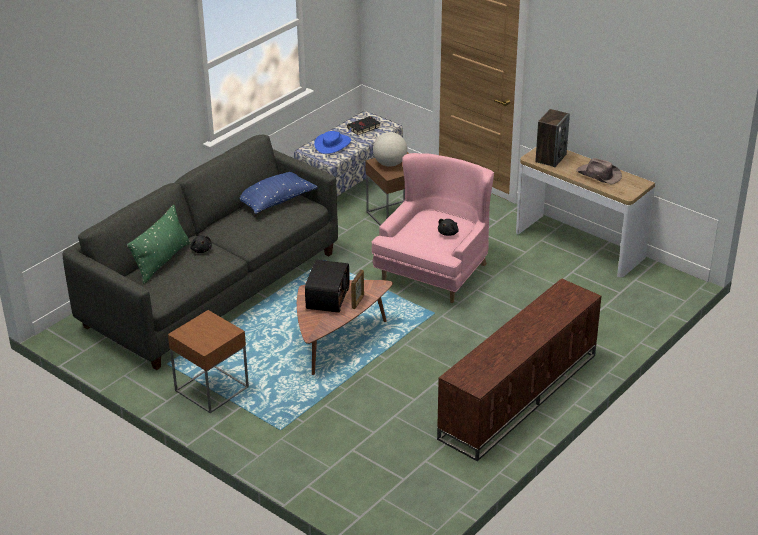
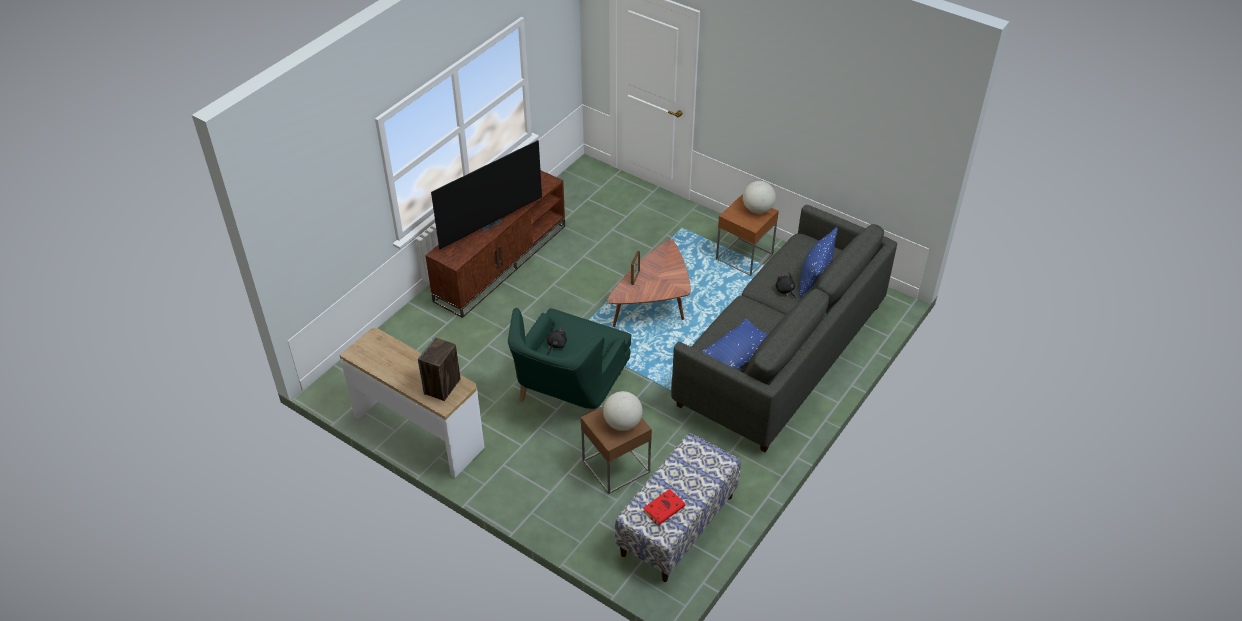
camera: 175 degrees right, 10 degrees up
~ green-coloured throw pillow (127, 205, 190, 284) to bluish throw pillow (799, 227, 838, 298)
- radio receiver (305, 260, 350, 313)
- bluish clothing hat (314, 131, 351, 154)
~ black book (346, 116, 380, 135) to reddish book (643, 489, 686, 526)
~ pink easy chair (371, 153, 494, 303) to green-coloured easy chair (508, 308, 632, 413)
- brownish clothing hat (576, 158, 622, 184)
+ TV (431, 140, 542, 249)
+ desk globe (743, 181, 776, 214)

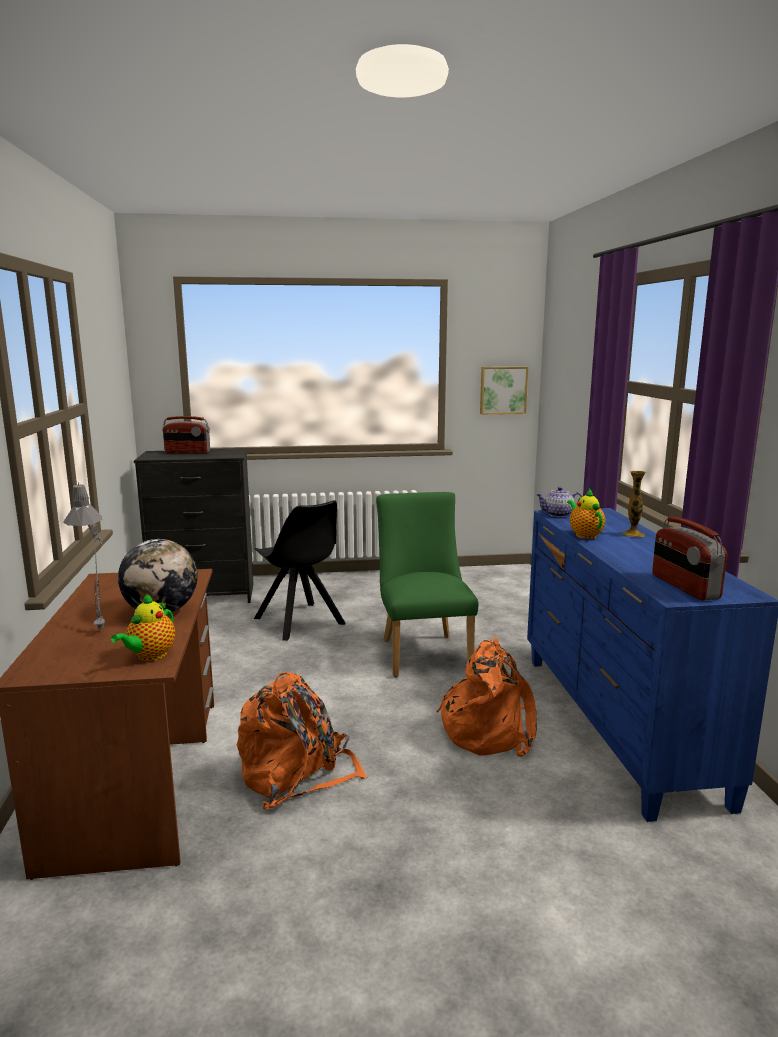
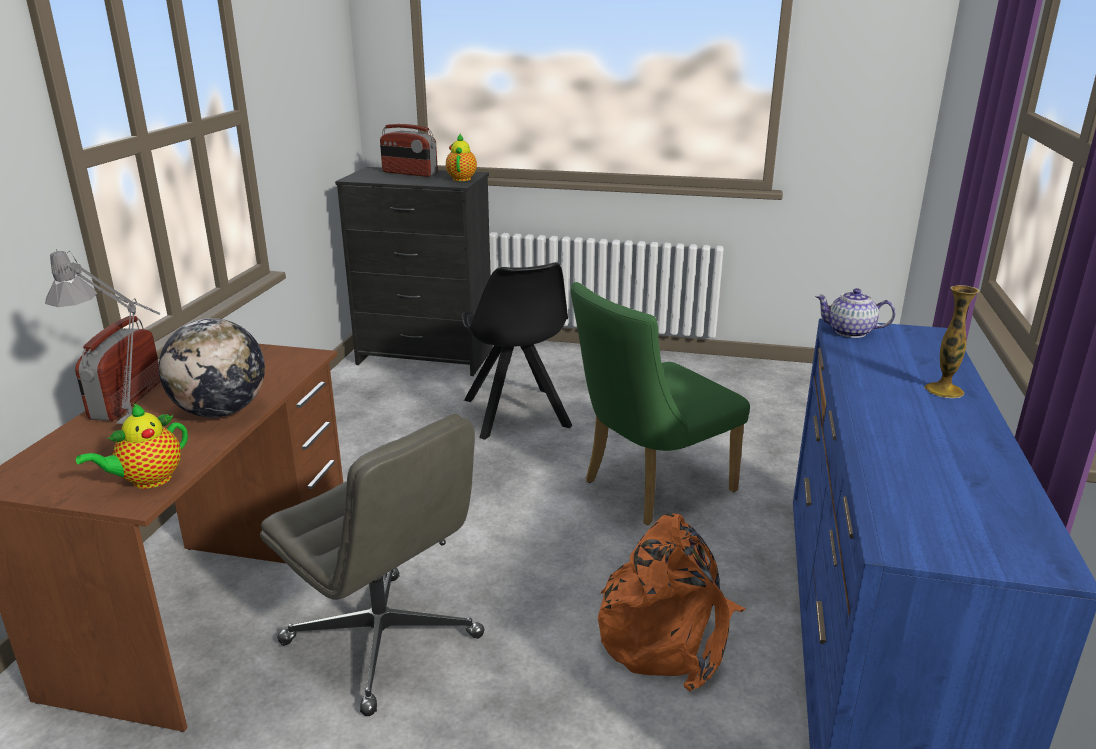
camera: 20 degrees right, 10 degrees up
~ orange rucksack (237, 672, 367, 809) to grey office chair (260, 414, 485, 716)
~ green-coloured chair (376, 492, 478, 677) = (571, 282, 750, 525) 135 degrees counterclockwise
- picture (480, 367, 528, 414)
~ tea pot (567, 488, 606, 539) to (446, 133, 477, 181)
~ radio receiver (652, 517, 727, 601) to (75, 316, 161, 421)

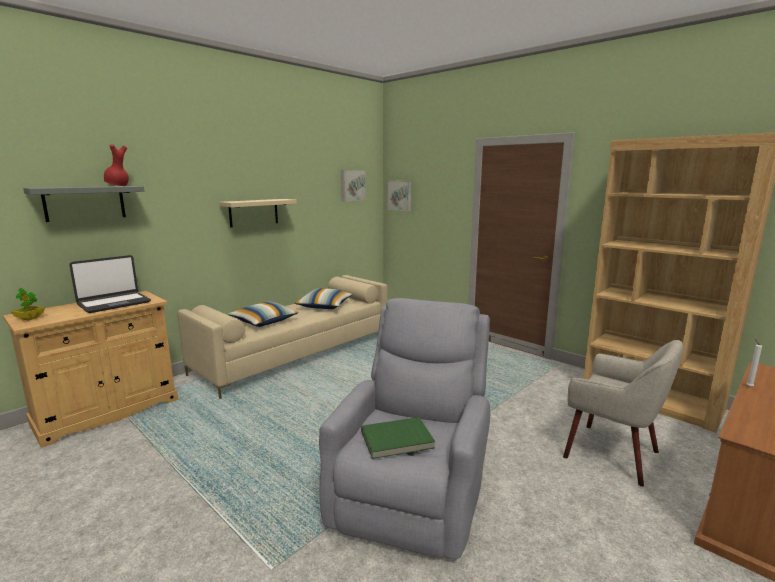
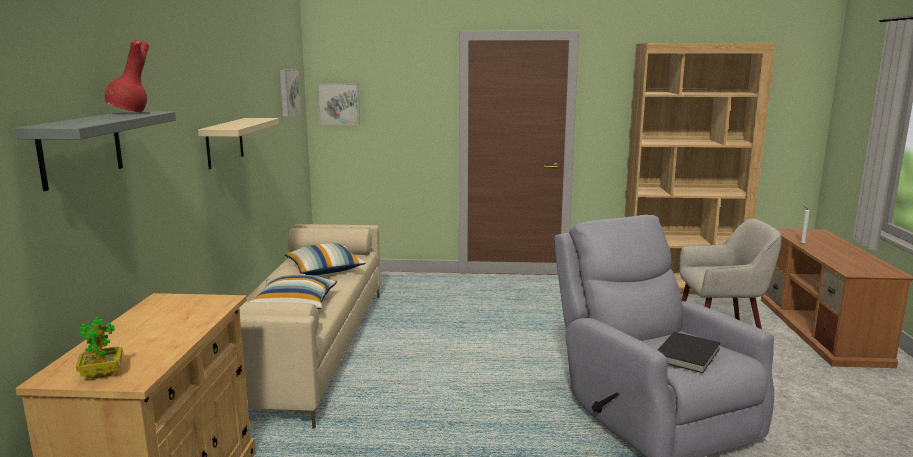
camera: 40 degrees left, 0 degrees up
- notebook computer (69, 255, 151, 313)
~ green-coloured book (361, 417, 435, 459) to black book (658, 332, 721, 373)

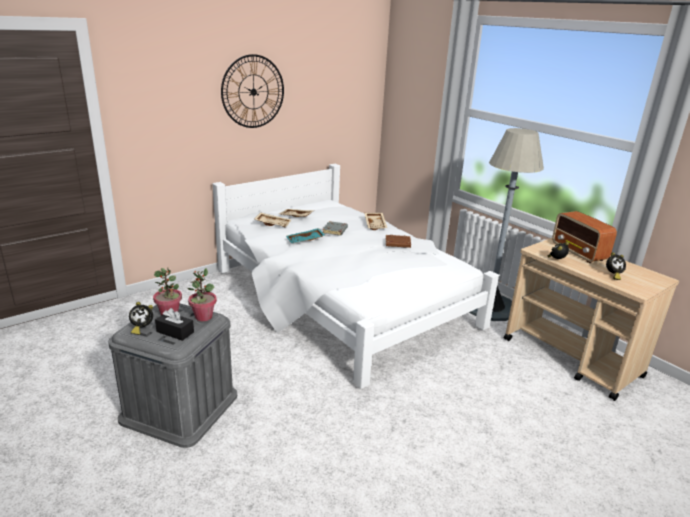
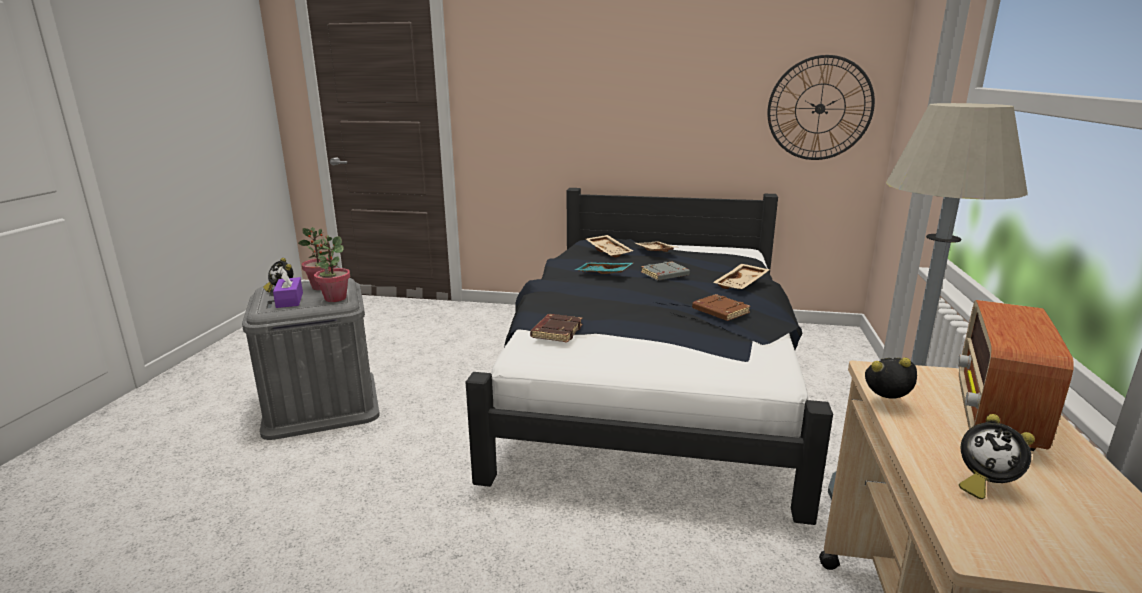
camera: 50 degrees right, 5 degrees down
~ black tissue holder (155, 308, 194, 341) to purple-coloured tissue holder (273, 268, 303, 308)
~ white sleeping bed (213, 164, 499, 389) to black sleeping bed (466, 188, 833, 525)
~ hanging clock (221, 54, 284, 128) to (767, 55, 875, 160)
+ brownish book (530, 314, 583, 343)

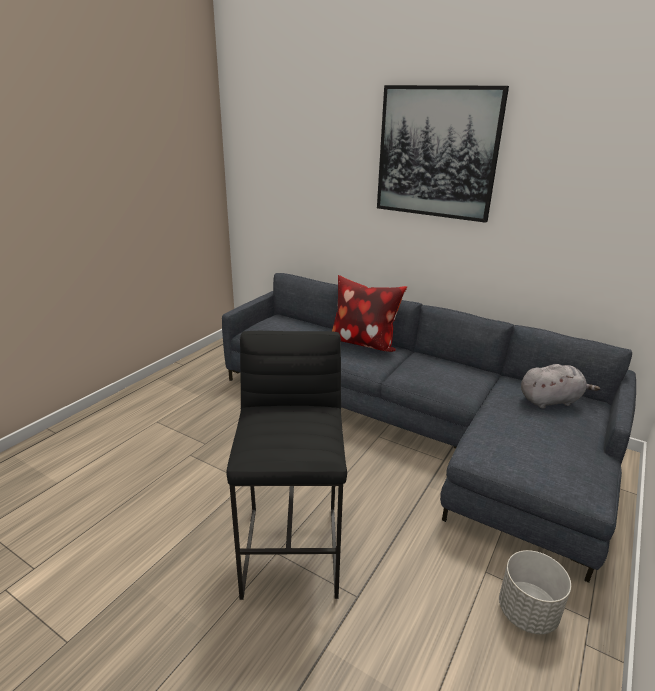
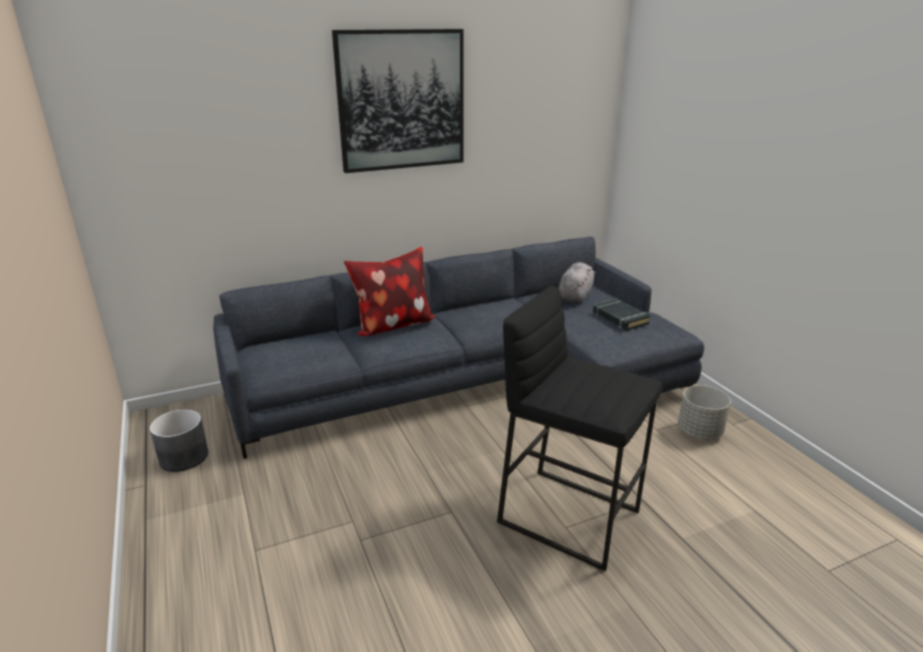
camera: 55 degrees left, 0 degrees up
+ grey flower pot (150, 409, 208, 472)
+ black book (593, 299, 650, 331)

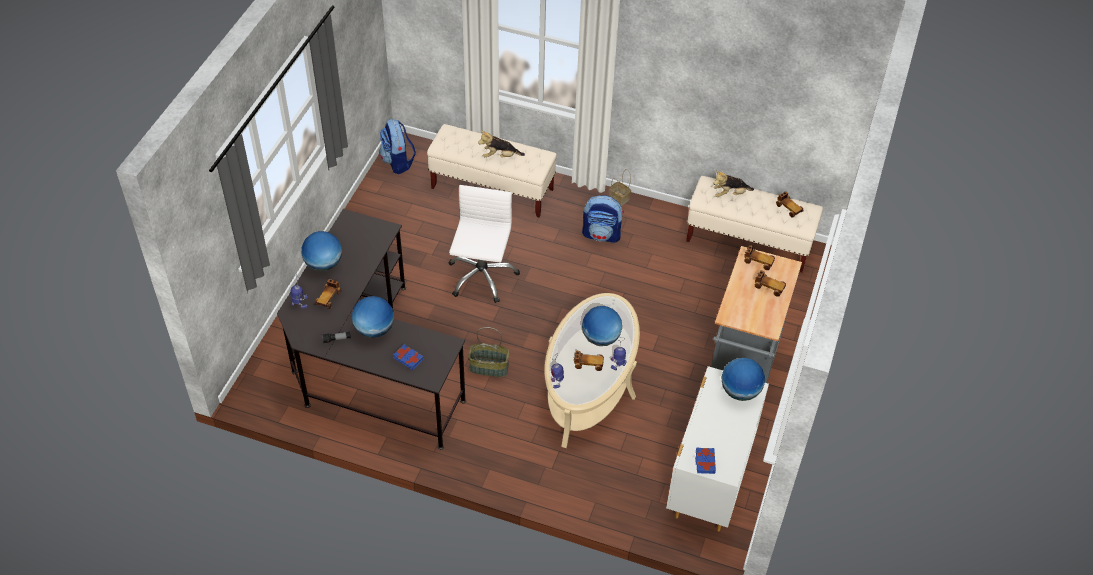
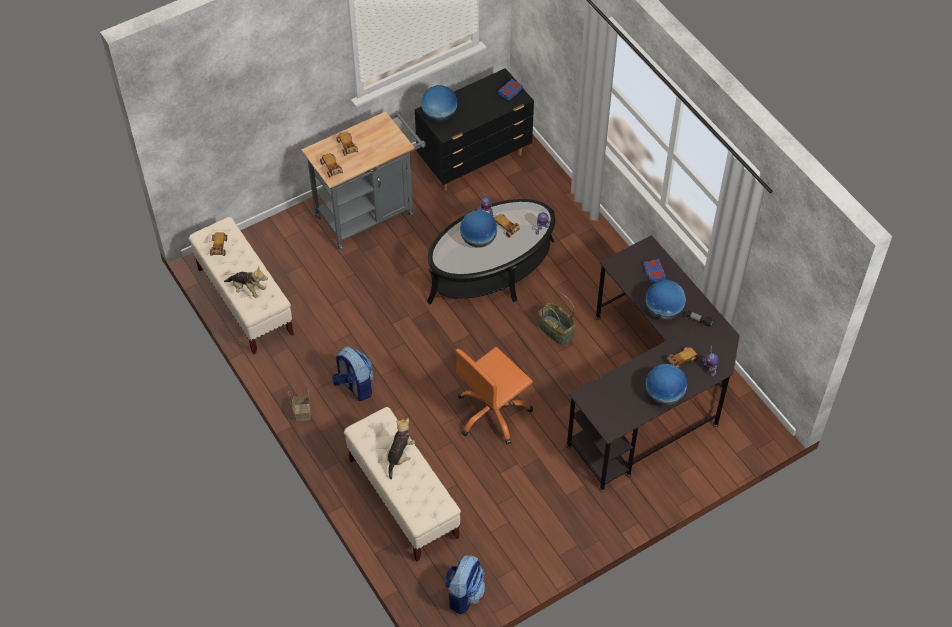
camera: 140 degrees left, 5 degrees up
~ white office chair (448, 185, 520, 303) to orange office chair (456, 347, 533, 444)
~ plush toy (478, 131, 525, 158) = (386, 418, 415, 479) 105 degrees counterclockwise
~ beige low table (545, 293, 640, 448) to black low table (427, 199, 555, 305)
~ white dresser (666, 366, 769, 532) to black dresser (415, 68, 534, 191)

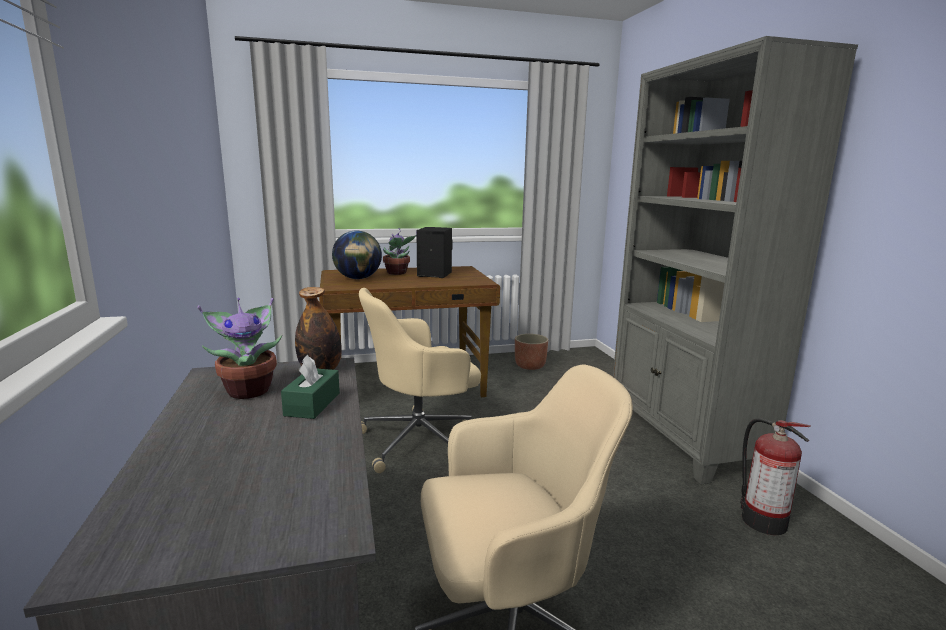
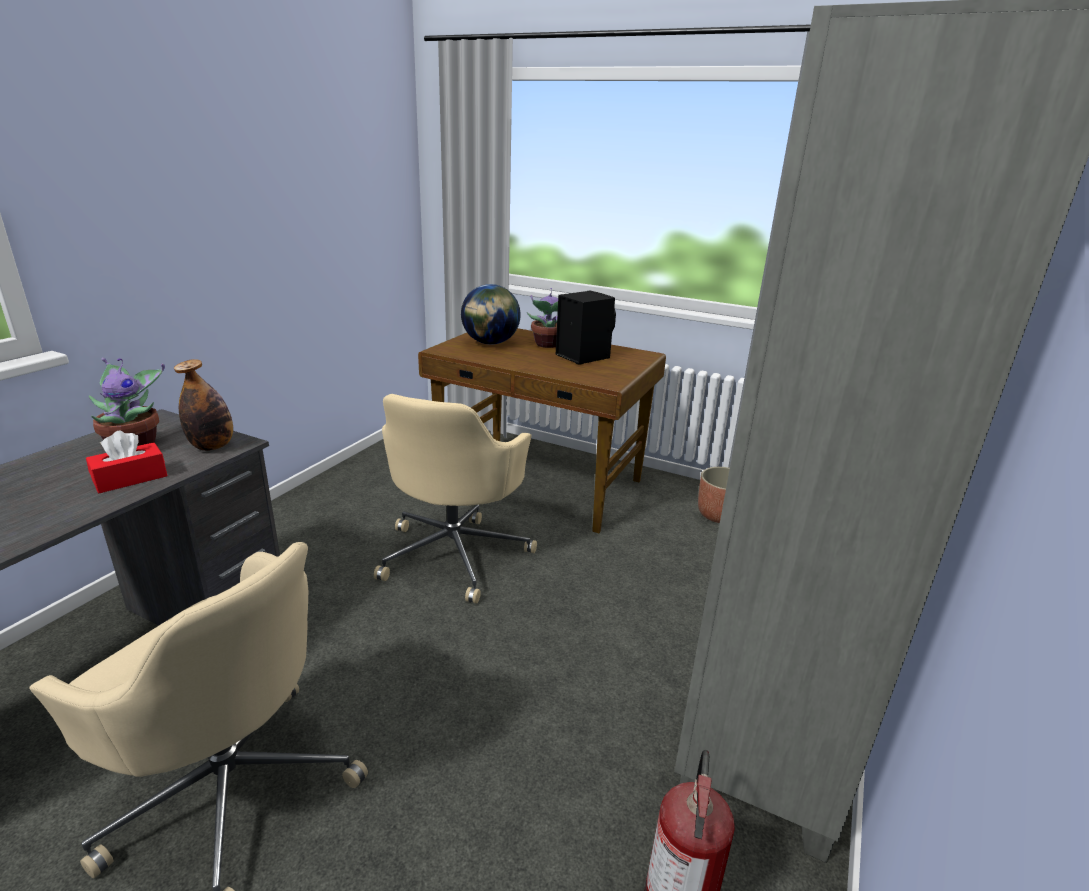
camera: 40 degrees right, 10 degrees up
~ green-coloured tissue holder (281, 355, 340, 419) to reddish tissue holder (86, 430, 168, 493)
~ beige office chair (359, 288, 481, 473) = (374, 394, 537, 604) 90 degrees counterclockwise

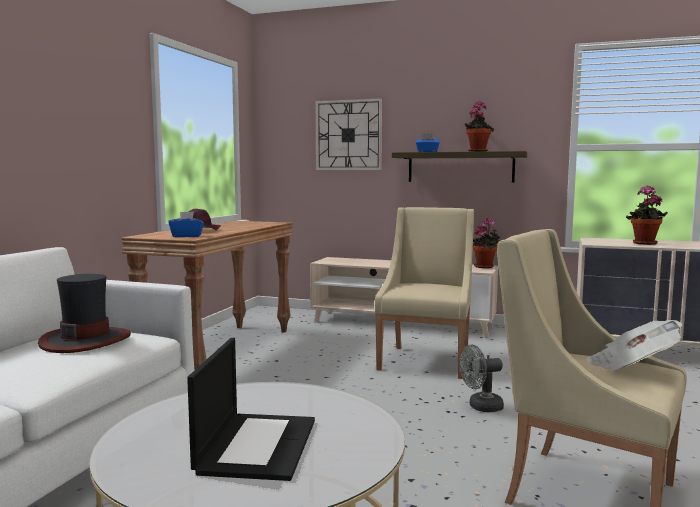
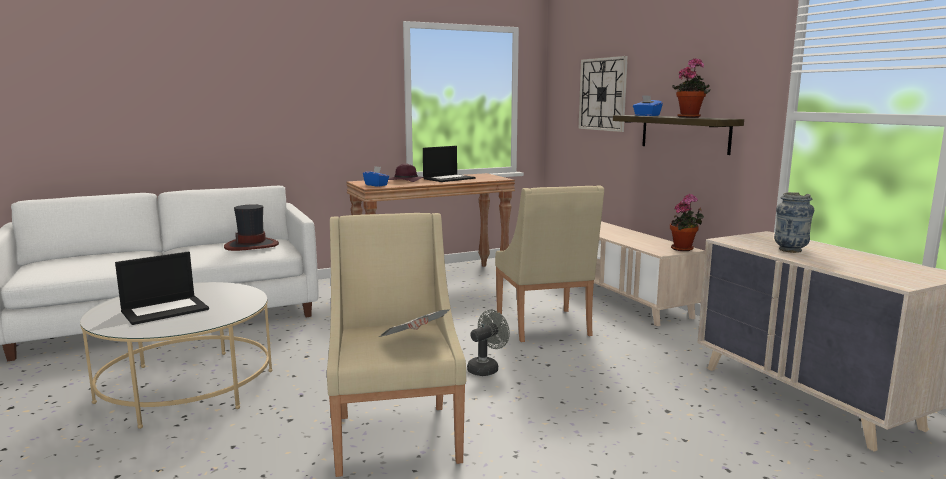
camera: 45 degrees right, 5 degrees up
~ beige easy chair (375, 207, 474, 379) = (495, 185, 604, 342) 105 degrees clockwise
~ grey fan (459, 345, 504, 412) = (467, 310, 510, 376) 105 degrees clockwise
~ houseplant (626, 185, 668, 245) to vase (774, 192, 814, 253)
+ notebook computer (423, 146, 476, 182)

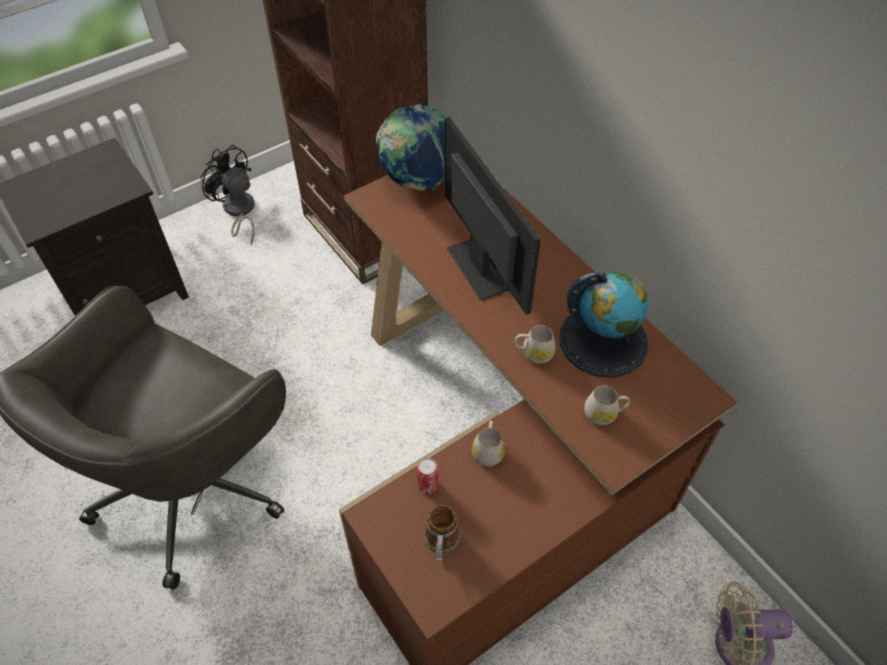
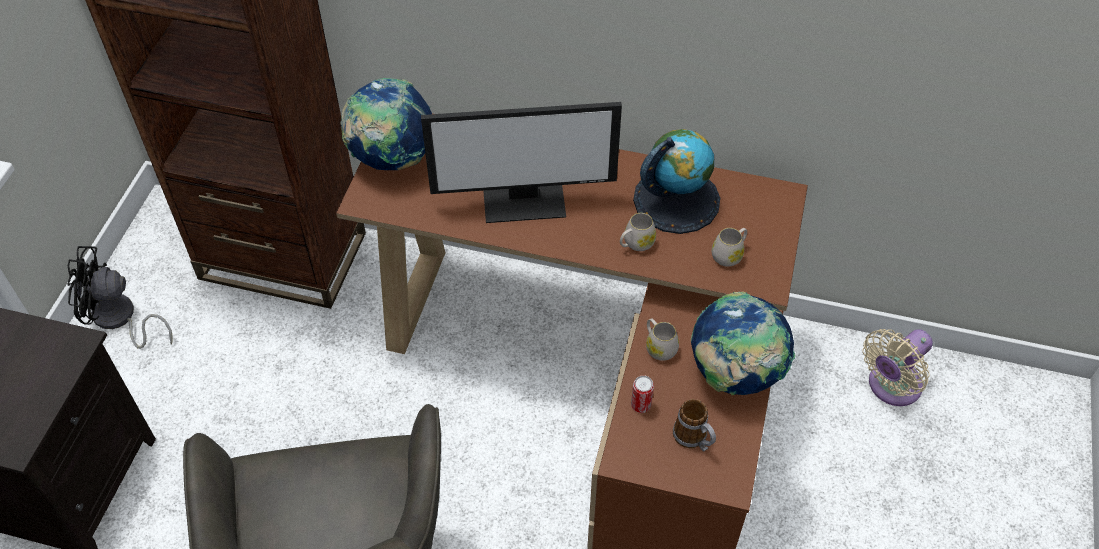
camera: 40 degrees left, 0 degrees up
~ monitor (445, 117, 541, 315) = (421, 102, 622, 223) 150 degrees clockwise
+ desk globe (691, 292, 795, 395)

